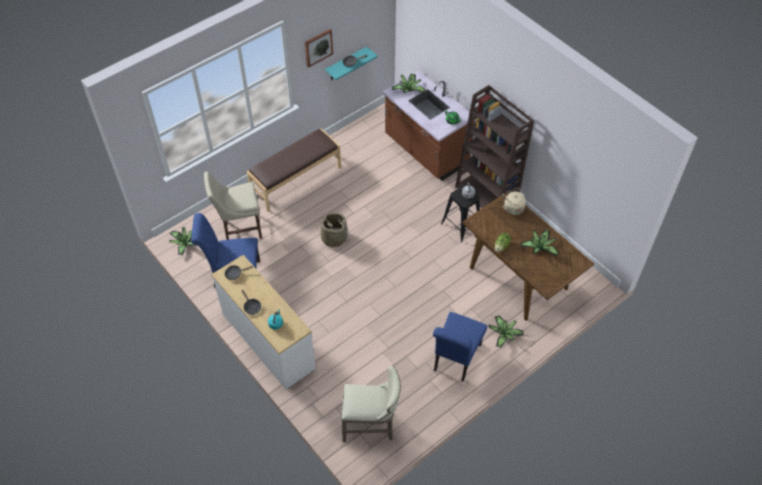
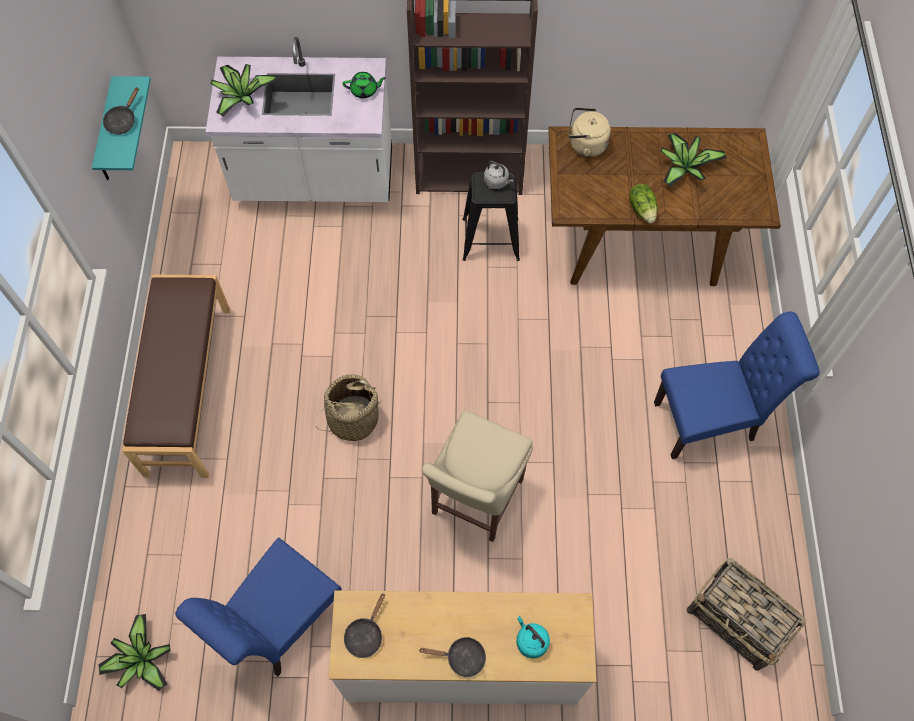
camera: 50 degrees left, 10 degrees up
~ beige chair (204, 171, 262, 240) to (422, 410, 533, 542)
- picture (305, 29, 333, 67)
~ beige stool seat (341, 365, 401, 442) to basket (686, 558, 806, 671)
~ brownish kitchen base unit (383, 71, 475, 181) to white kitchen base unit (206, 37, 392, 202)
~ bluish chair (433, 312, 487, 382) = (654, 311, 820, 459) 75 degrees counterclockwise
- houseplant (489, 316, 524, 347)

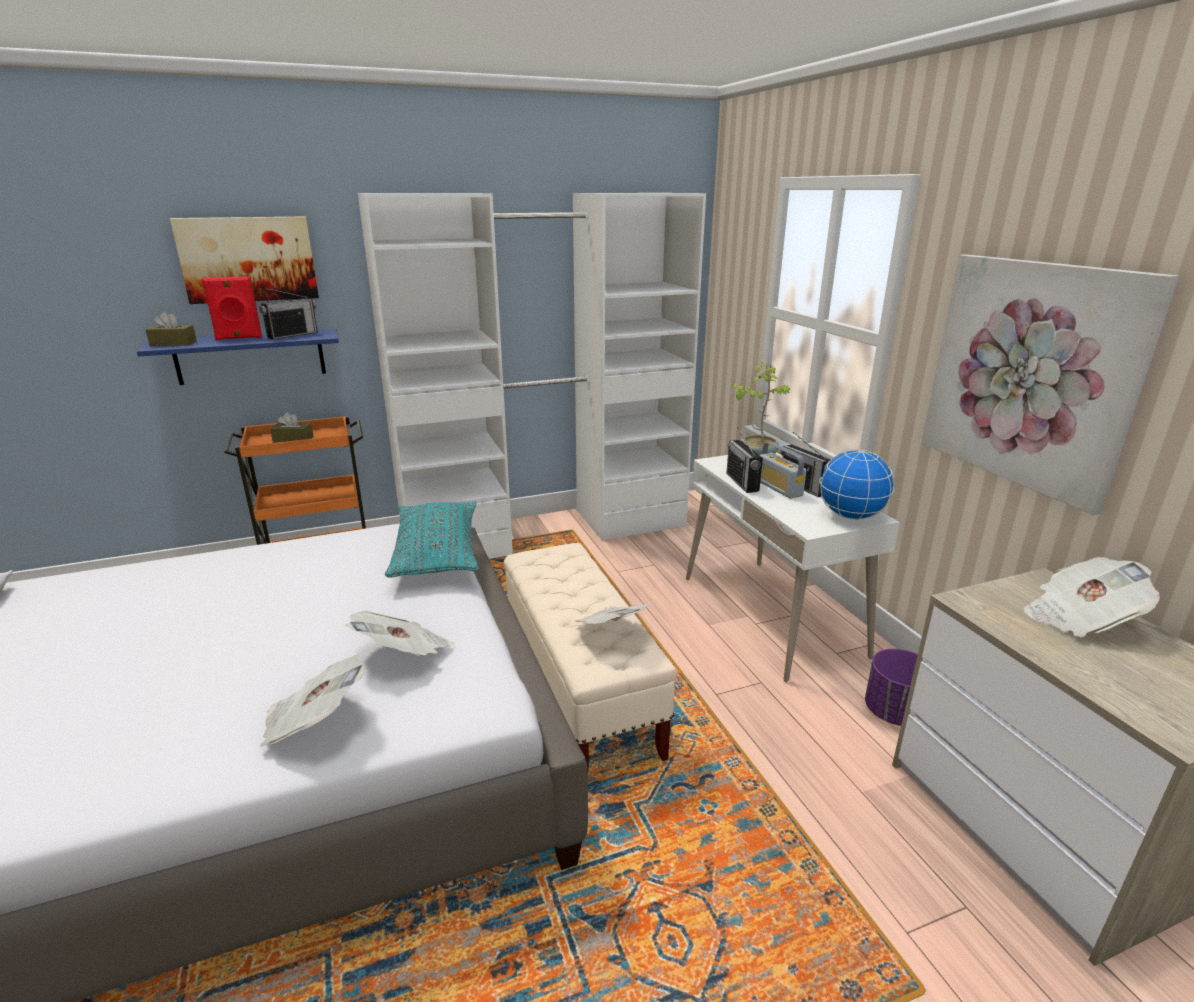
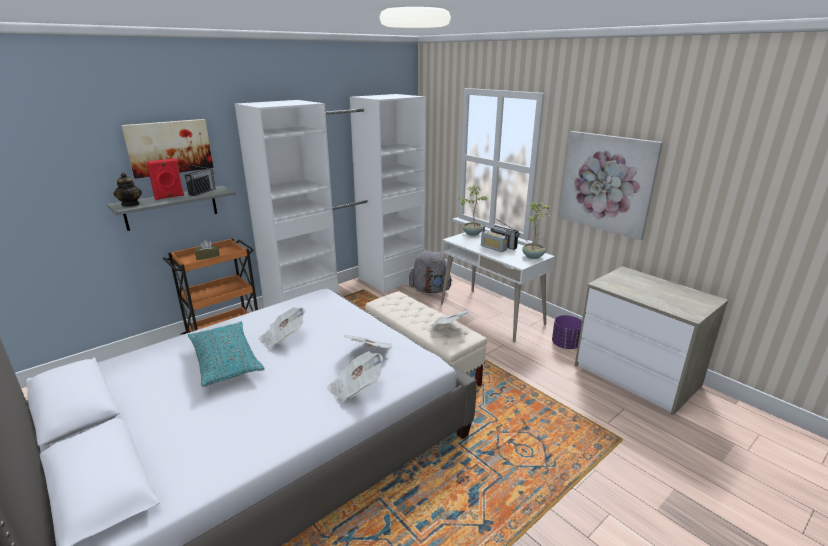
camera: 20 degrees left, 0 degrees up
~ bluish shelf (137, 329, 339, 385) to grey shelf (107, 186, 235, 231)
~ brownish tissue holder (146, 311, 197, 346) to tea pot (114, 173, 142, 207)
~ turquoise throw pillow (385, 501, 479, 577) to (188, 321, 264, 387)
- radio receiver (726, 427, 763, 493)
~ desk globe (820, 449, 894, 520) to houseplant (522, 202, 550, 259)
~ newspaper (1024, 557, 1160, 637) to (259, 307, 306, 347)
+ grey rucksack (409, 251, 453, 293)

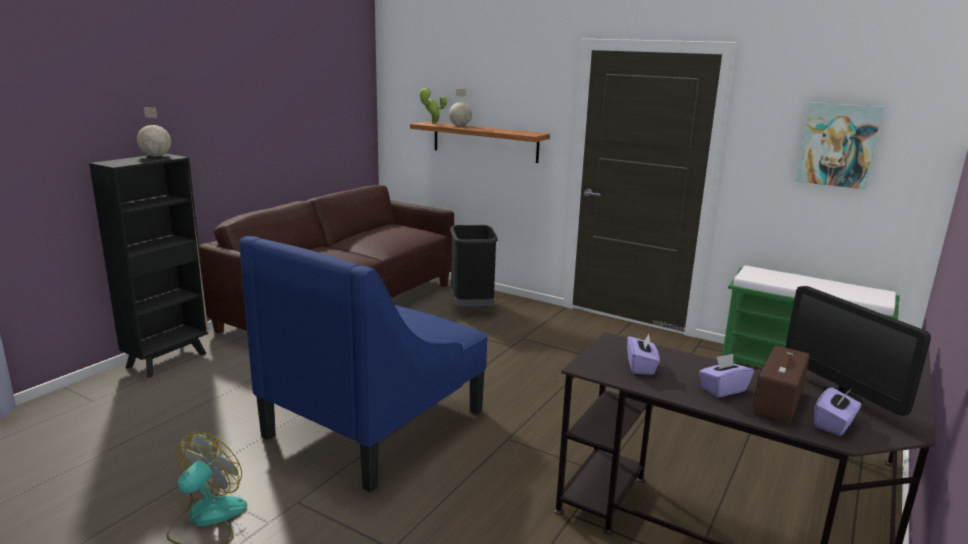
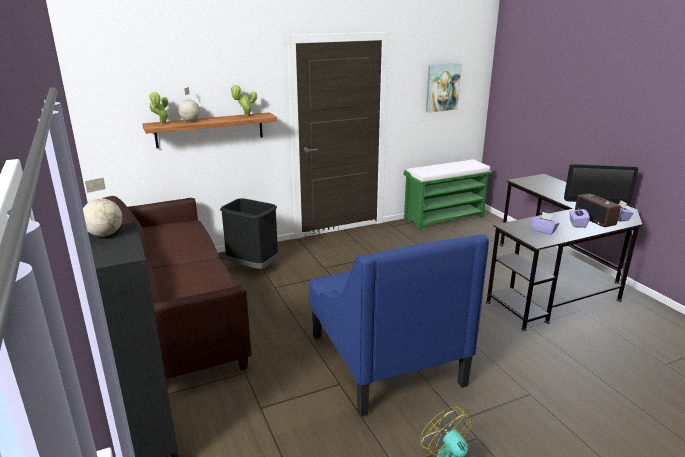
camera: 55 degrees left, 5 degrees up
+ houseplant (230, 85, 257, 116)

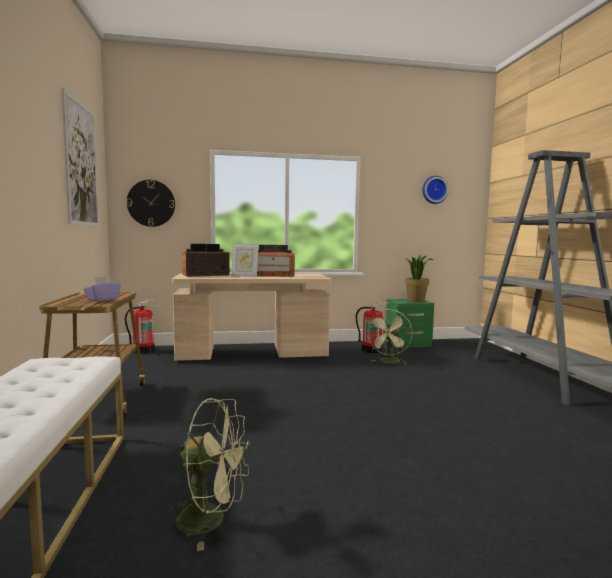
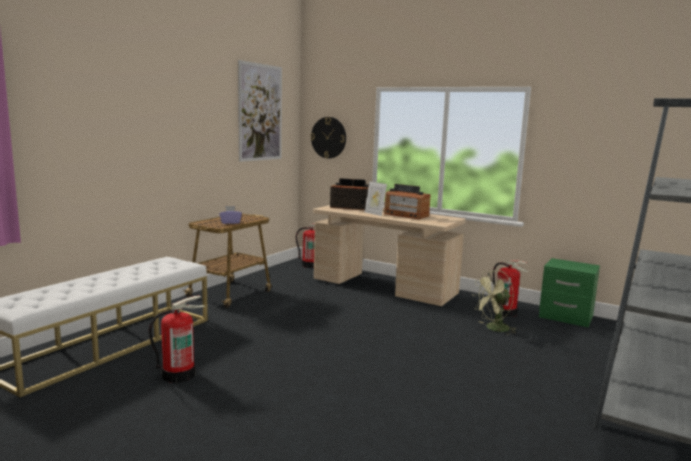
camera: 40 degrees right, 5 degrees up
~ green-coloured fan (170, 398, 250, 551) to extinguisher (149, 296, 205, 383)
- houseplant (404, 255, 433, 302)
- hanging clock (422, 176, 449, 204)

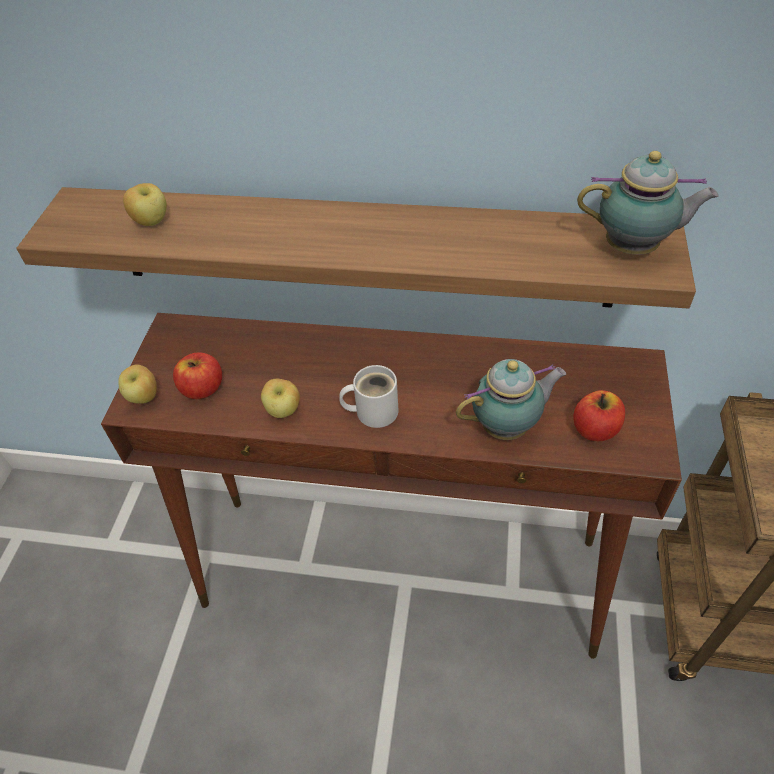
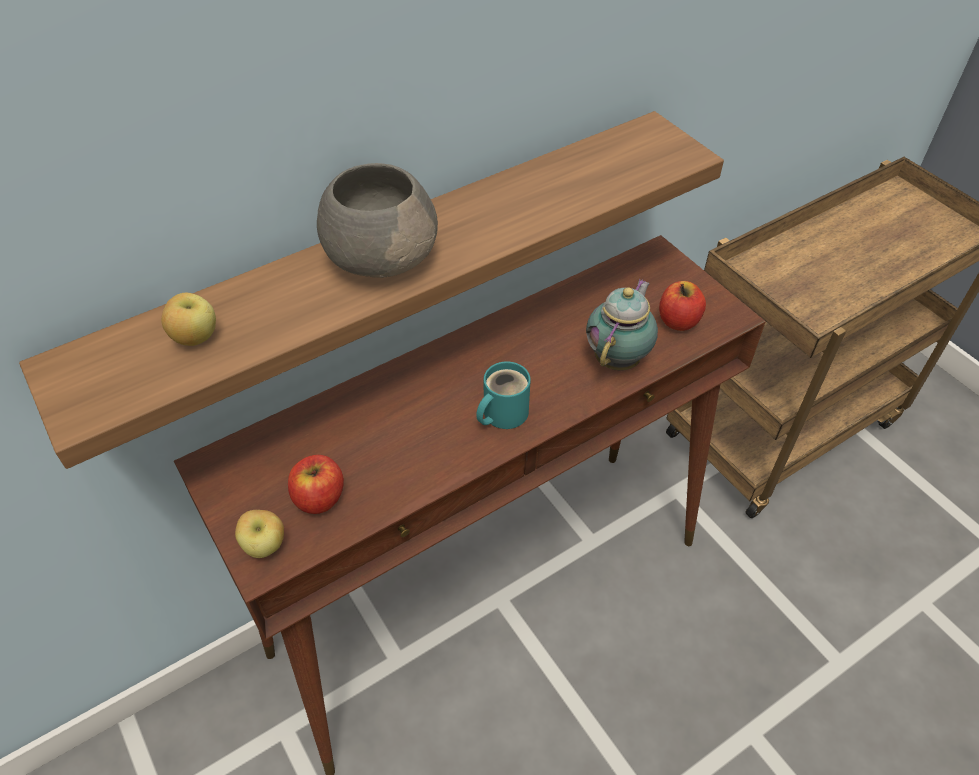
camera: 45 degrees left, 0 degrees up
- apple (261, 379, 300, 418)
~ white mug (339, 365, 398, 428) to turquoise mug (477, 361, 531, 429)
- tea pot (577, 151, 719, 255)
+ grey bowl (317, 163, 438, 278)

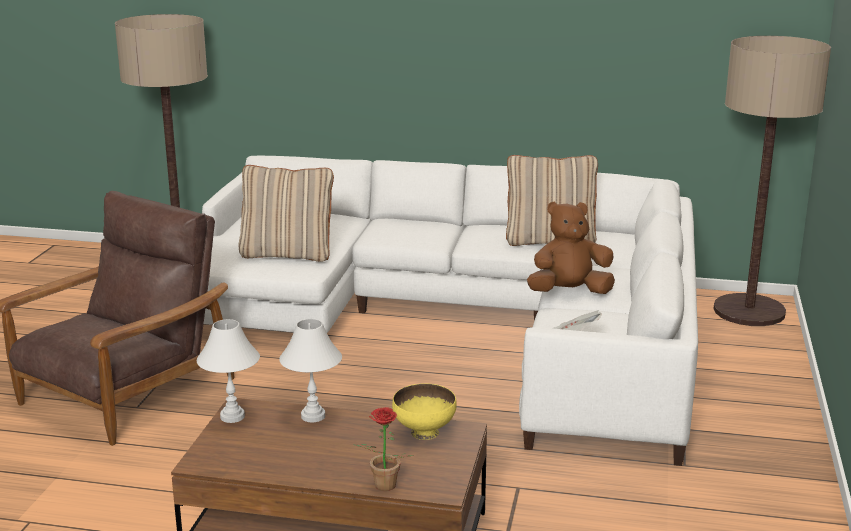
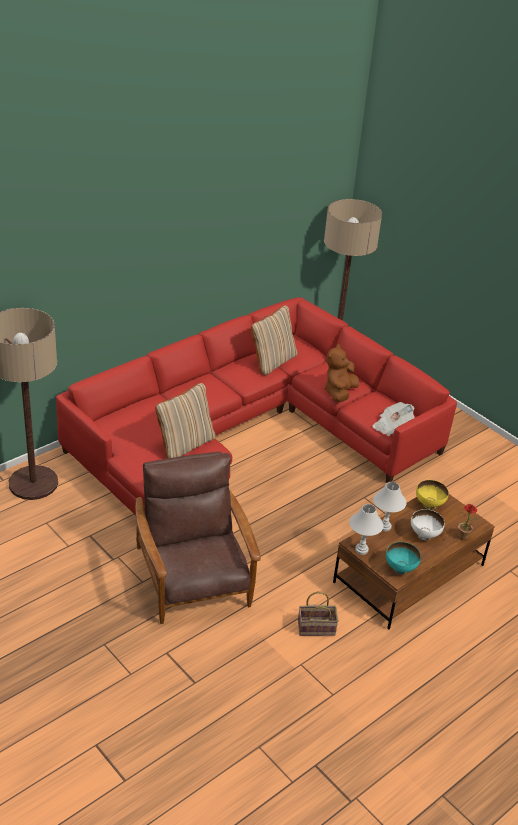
camera: 55 degrees left, 15 degrees up
~ white sofa (202, 156, 698, 466) to reddish sofa (56, 297, 457, 515)
+ basket (298, 591, 339, 636)
+ turquoise bowl (386, 542, 421, 574)
+ white bowl (411, 509, 445, 540)

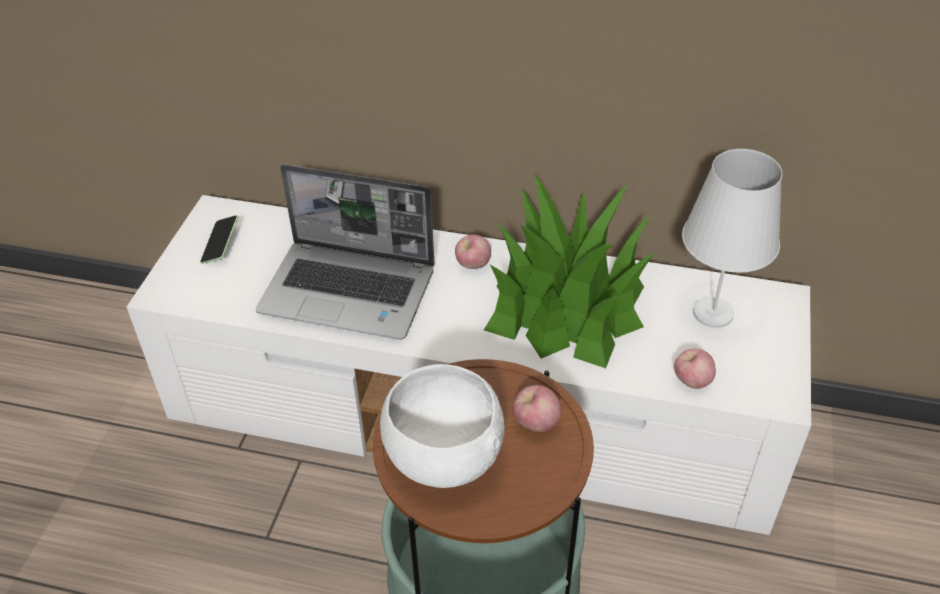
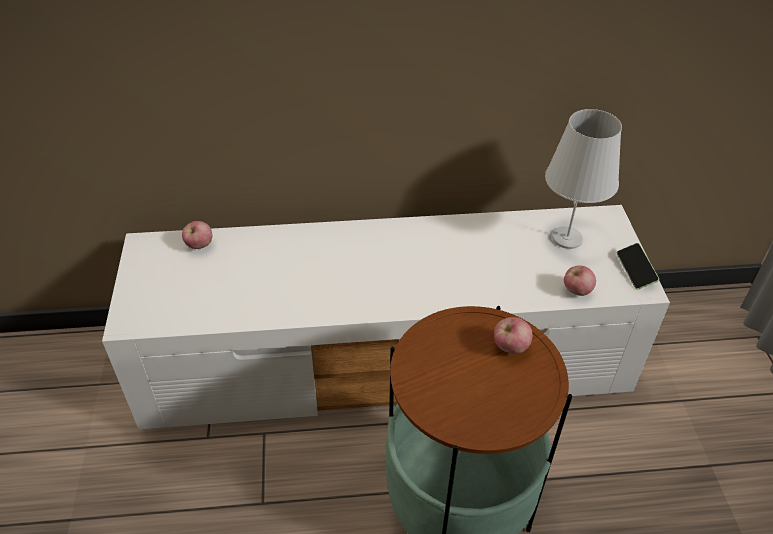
camera: 20 degrees left, 0 degrees up
~ handset (200, 215, 238, 264) to (617, 243, 659, 289)
- notebook computer (256, 164, 435, 340)
- white bowl (380, 364, 505, 488)
~ apple (455, 235, 491, 269) to (182, 221, 212, 249)
- houseplant (484, 173, 655, 368)

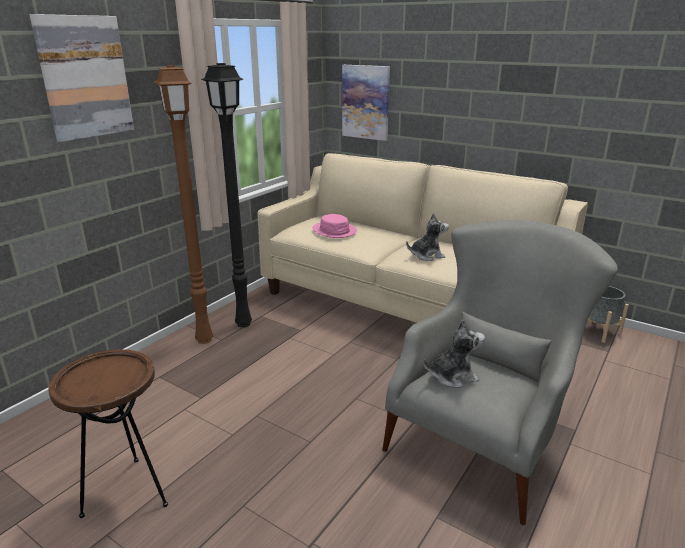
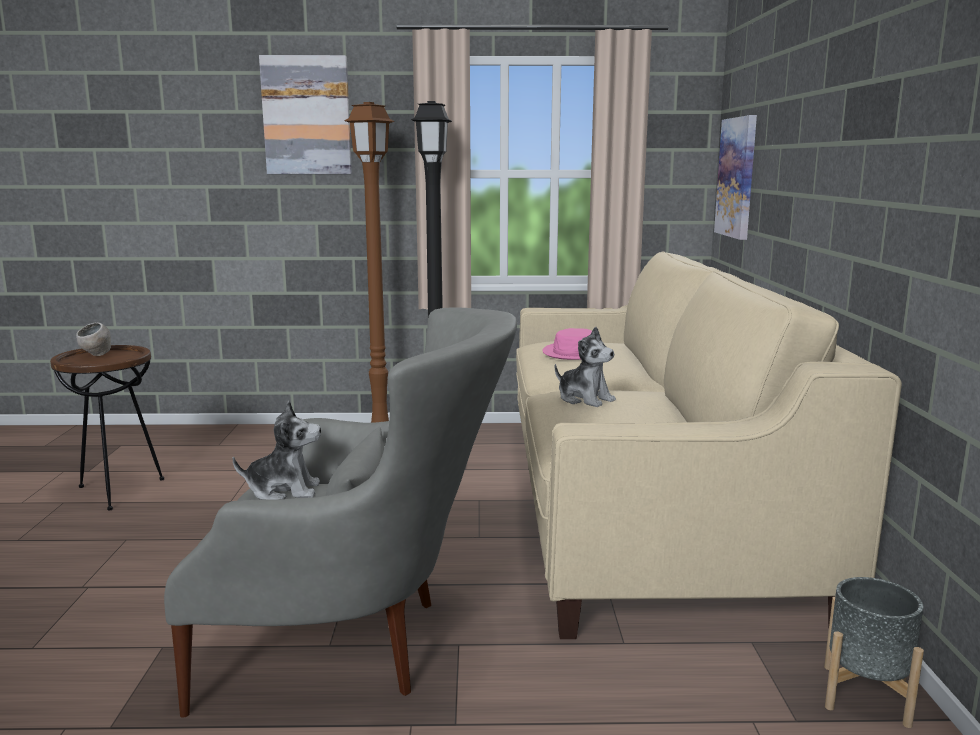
camera: 55 degrees right, 10 degrees down
~ plush toy (423, 320, 485, 388) = (232, 401, 321, 500) 45 degrees counterclockwise
+ grey bowl (76, 323, 111, 356)

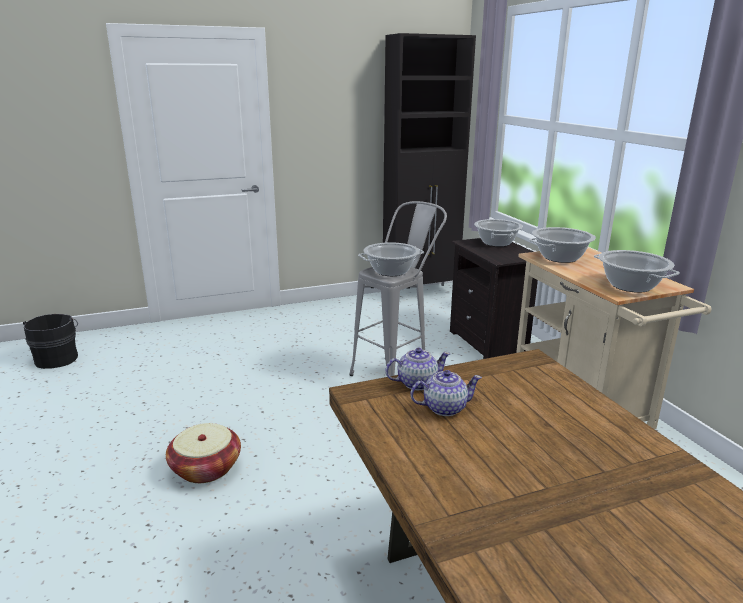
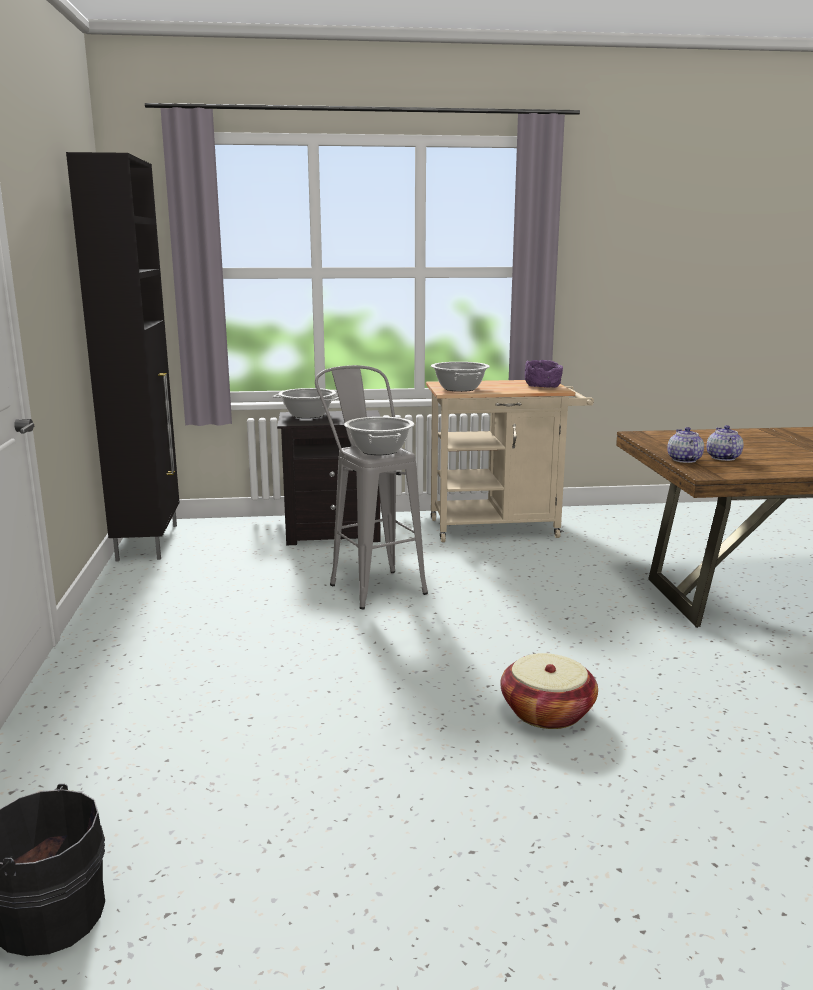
camera: 75 degrees left, 5 degrees down
~ stockpot (594, 250, 680, 293) to purple-coloured bowl (525, 360, 563, 388)

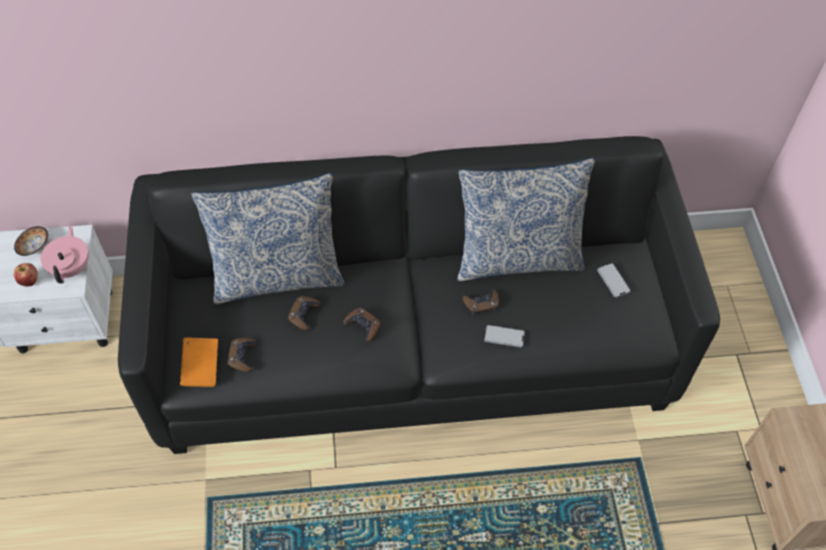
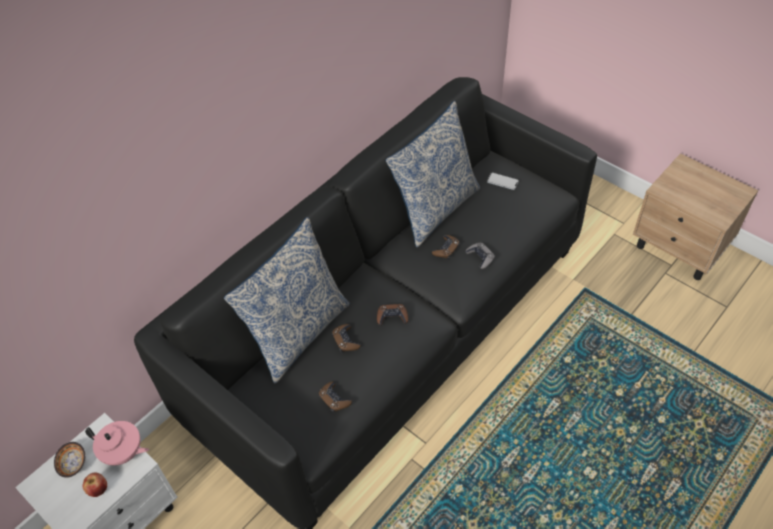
camera: 40 degrees left, 5 degrees down
~ pink tea pot (41, 226, 89, 283) = (85, 421, 149, 466) 150 degrees clockwise
- orange book (180, 337, 218, 387)
~ handset (484, 325, 525, 347) to grey gamepad (466, 243, 495, 269)

